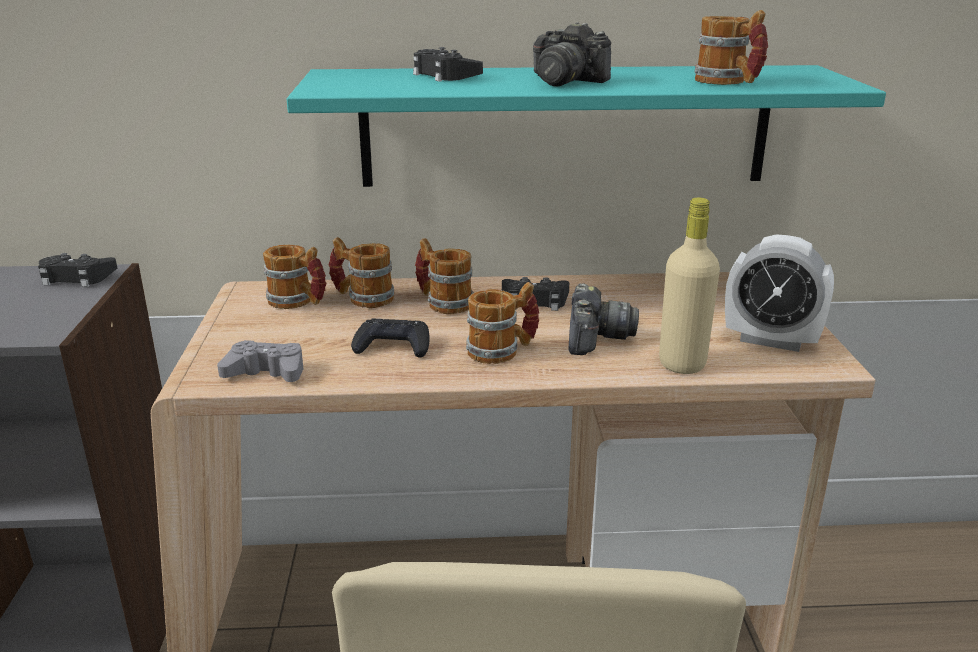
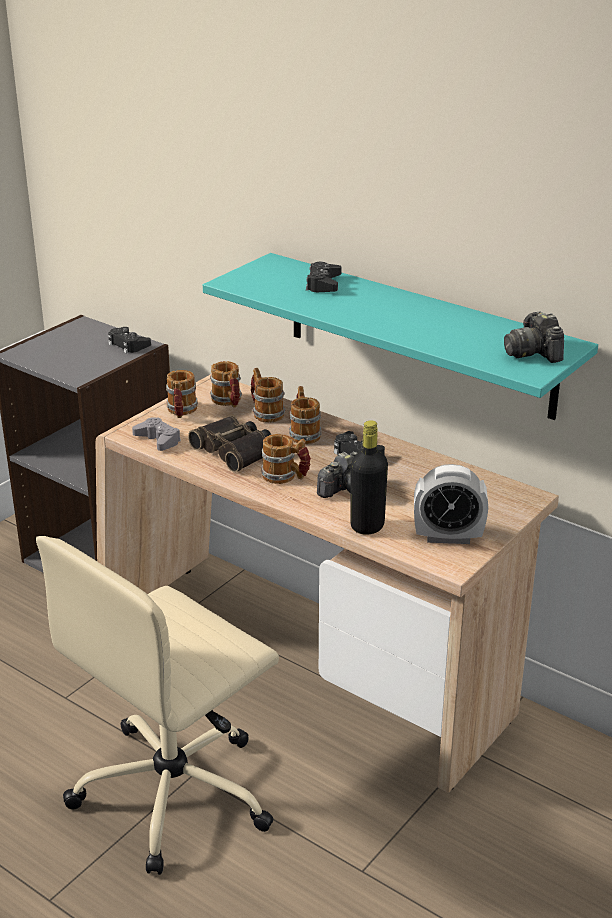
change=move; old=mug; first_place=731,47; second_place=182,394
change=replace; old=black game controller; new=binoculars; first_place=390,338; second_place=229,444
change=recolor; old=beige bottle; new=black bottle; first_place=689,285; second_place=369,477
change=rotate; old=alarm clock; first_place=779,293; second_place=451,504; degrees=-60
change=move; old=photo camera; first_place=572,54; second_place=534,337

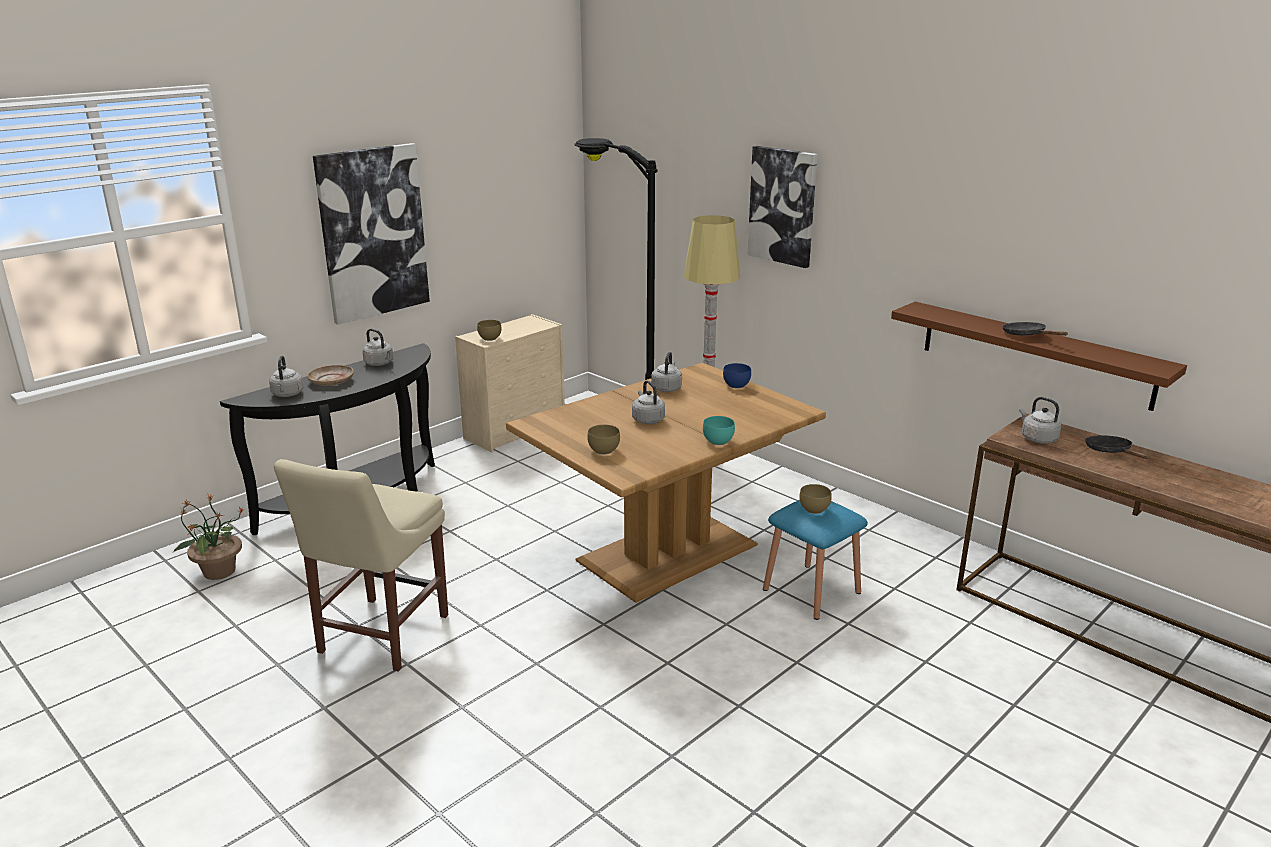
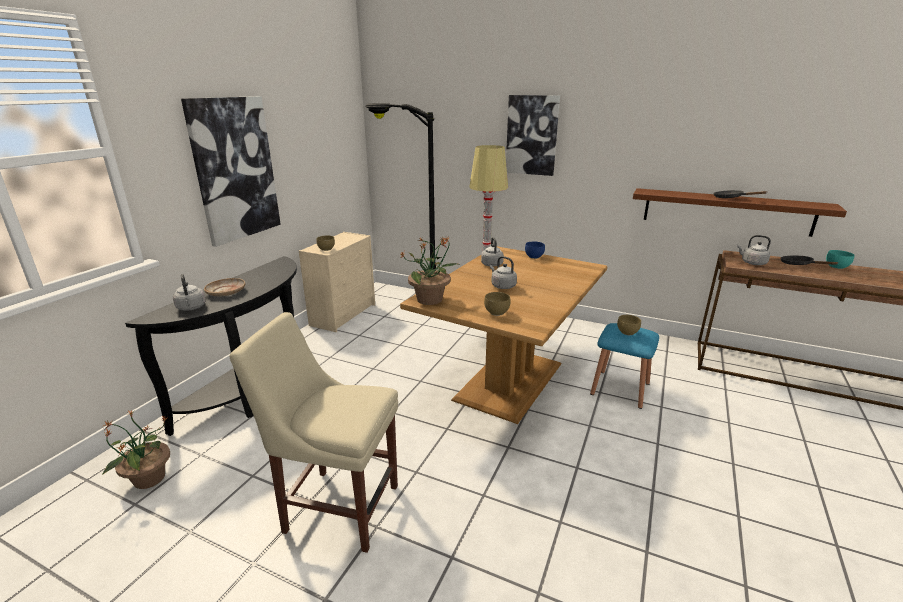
change=rotate; old=beige chair; first_place=361,565; second_place=313,432; degrees=105
change=insert; new=potted plant; second_place=429,271
change=move; old=turquoise bowl; first_place=719,430; second_place=840,259
change=delete; old=grey kettle; first_place=378,347

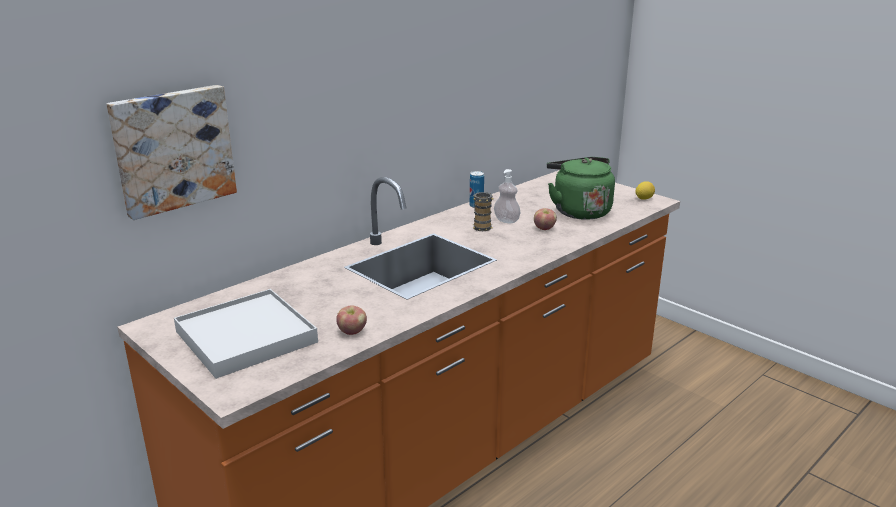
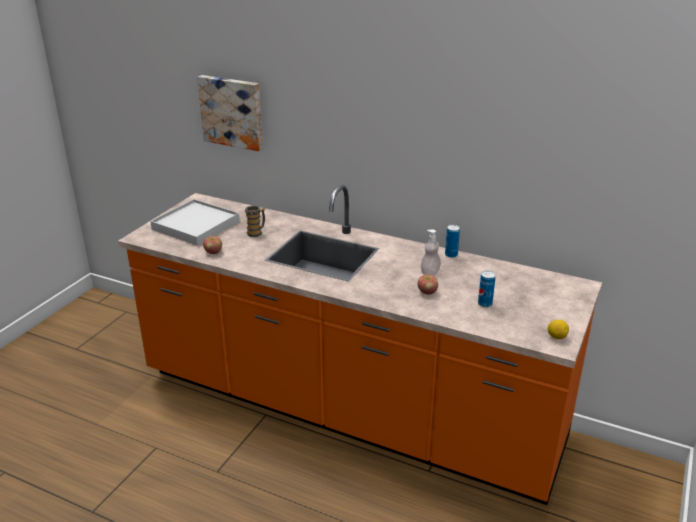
change=move; old=mug; first_place=483,211; second_place=254,221
change=replace; old=green kettle; new=can; first_place=581,188; second_place=487,289

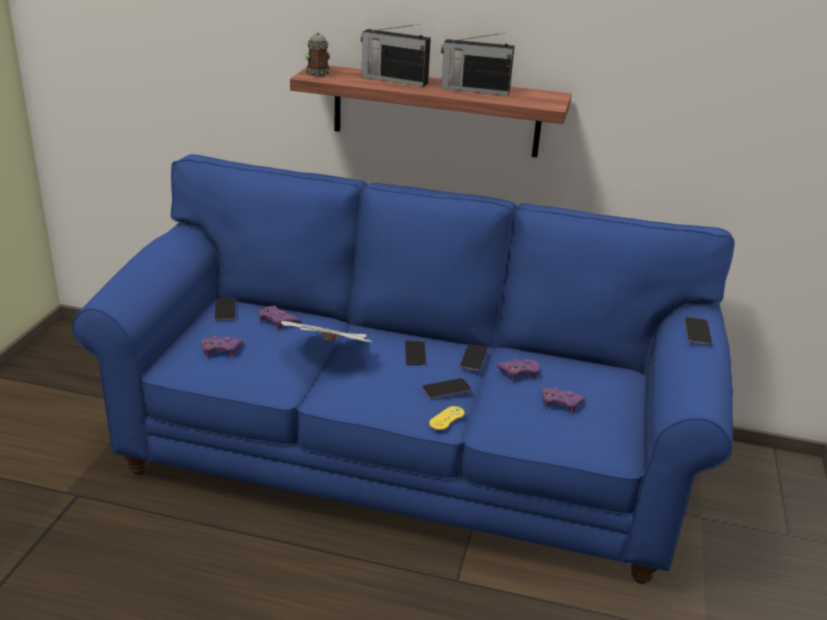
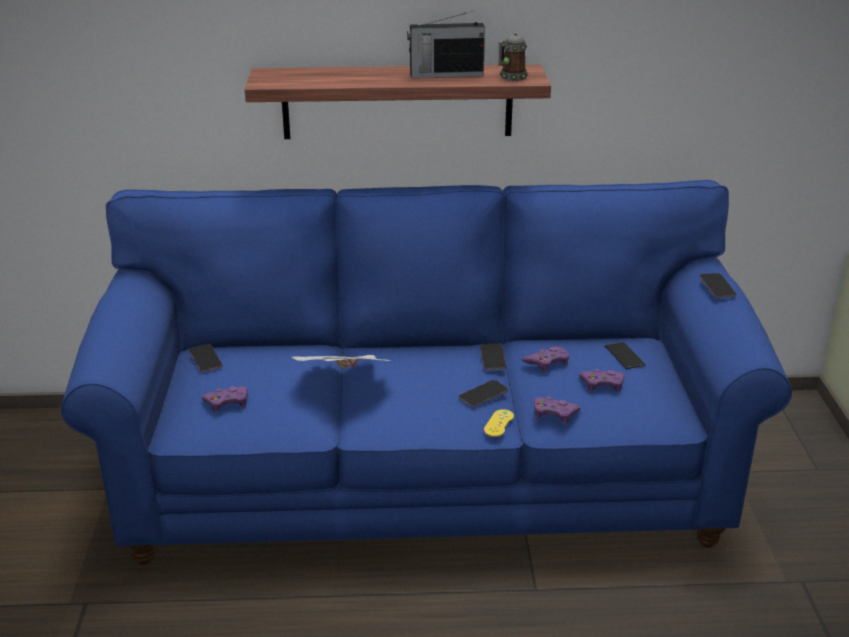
change=move; old=mug; first_place=318,54; second_place=513,57
change=move; old=purple game controller; first_place=280,317; second_place=557,410
change=move; old=phone; first_place=415,352; second_place=625,355
change=delete; old=radio; first_place=396,55

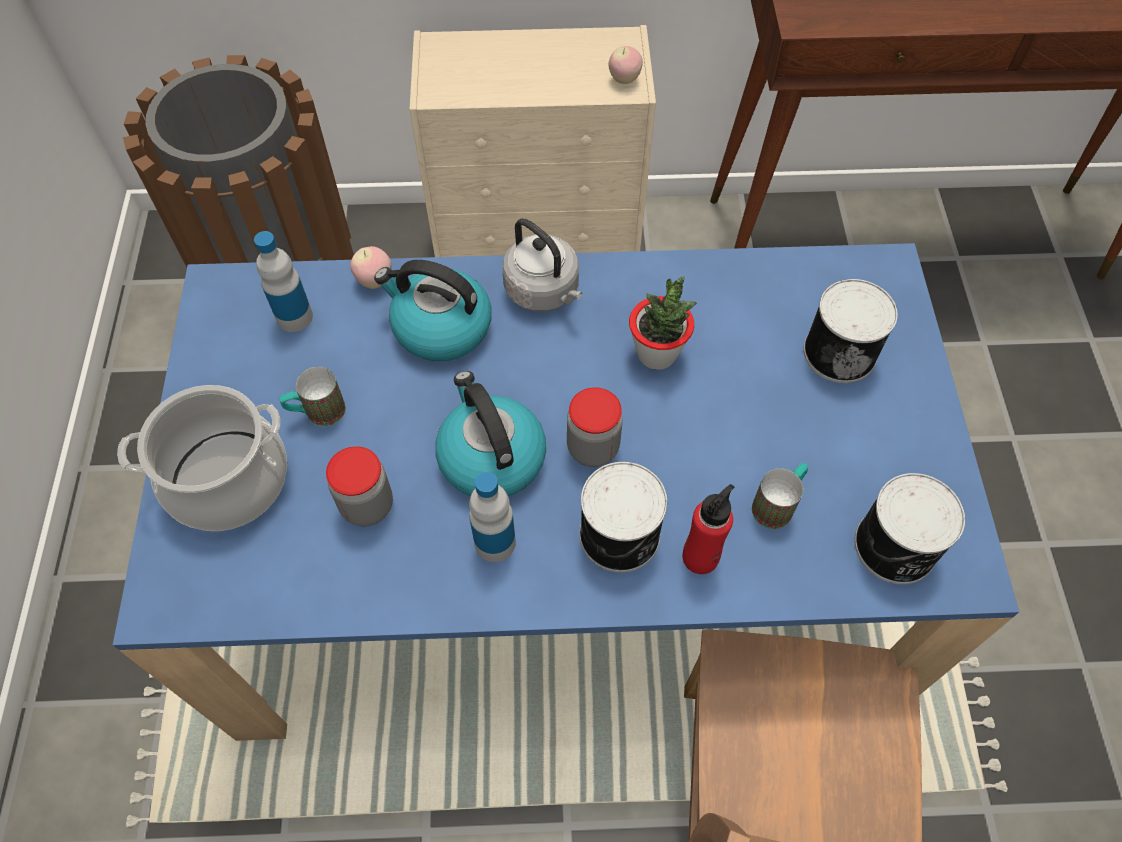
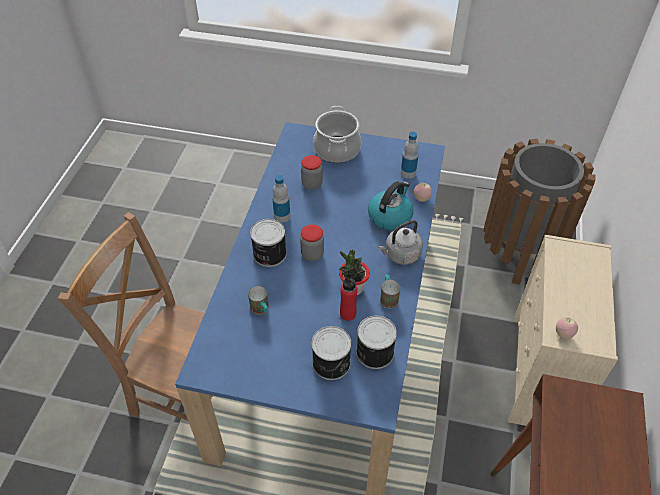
change=move; old=red bottle; first_place=708,529; second_place=349,297
change=move; old=can; first_place=909,528; second_place=376,342
change=move; old=mug; first_place=312,396; second_place=390,292
change=delete; old=kettle; first_place=490,433

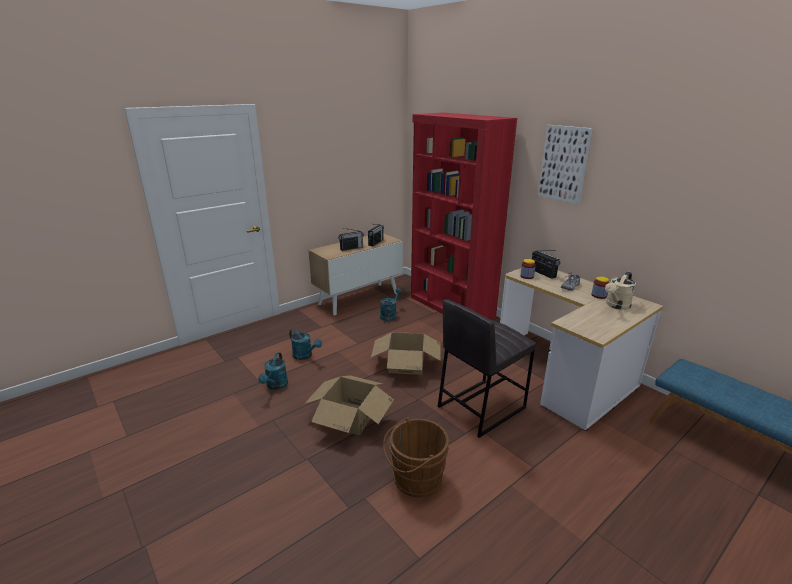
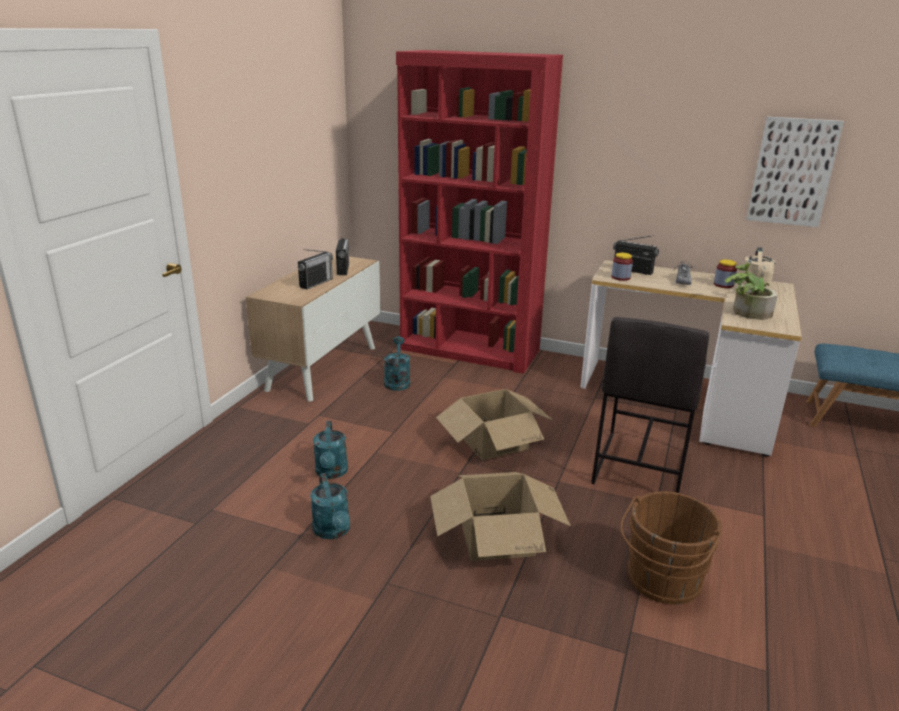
change=rotate; old=turquoise watering can; first_place=305,344; second_place=330,450; degrees=75
change=insert; new=potted plant; second_place=751,291
change=move; old=picture; first_place=565,165; second_place=795,172

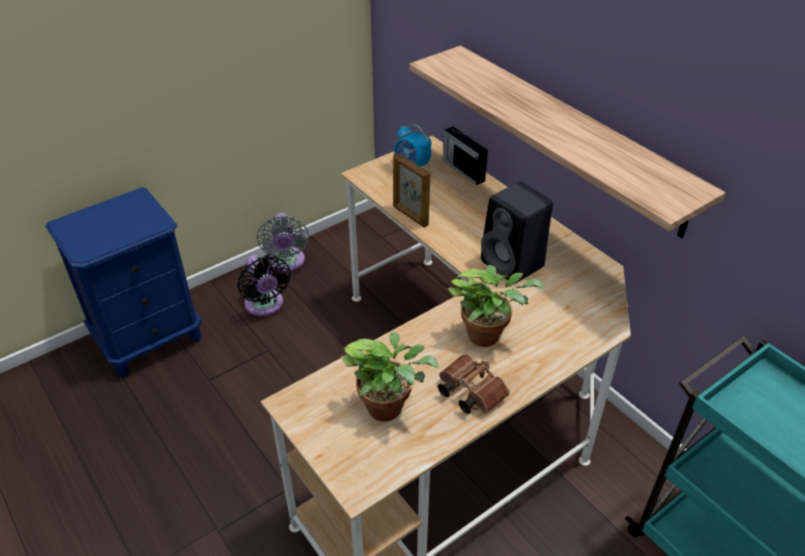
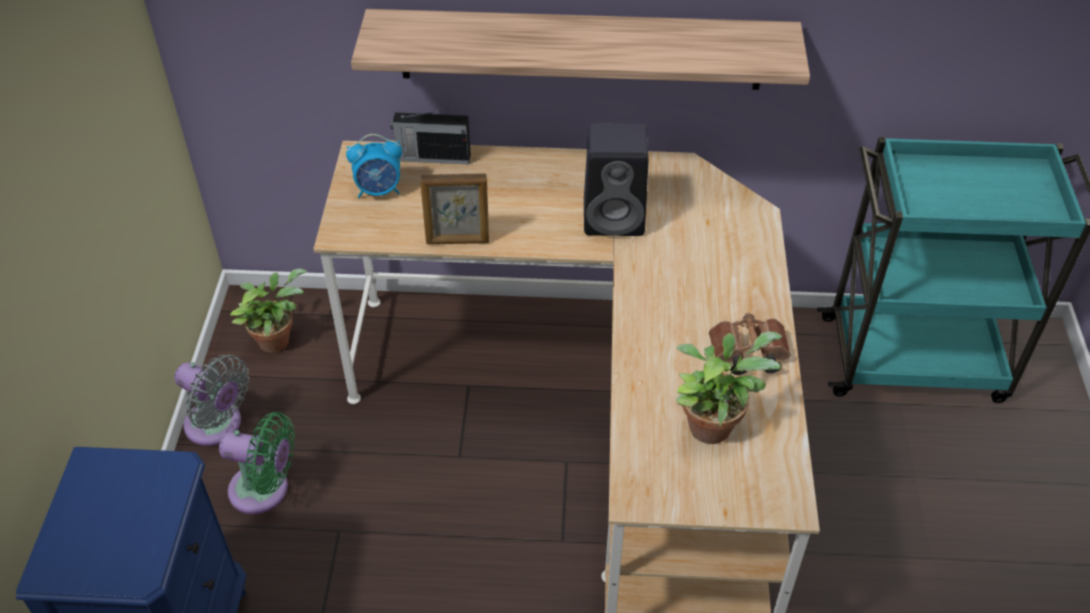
change=recolor; old=black fan; new=green fan; first_place=264,286; second_place=257,463
change=move; old=potted plant; first_place=496,306; second_place=268,310

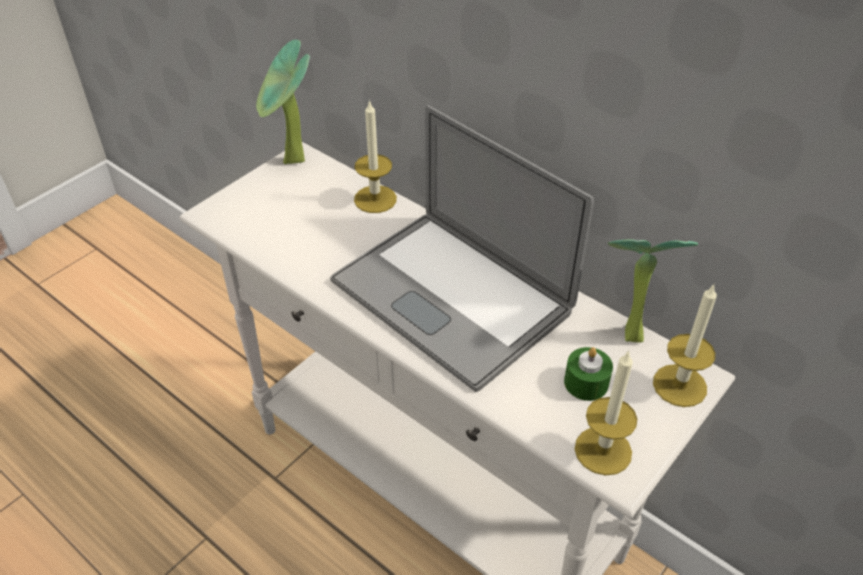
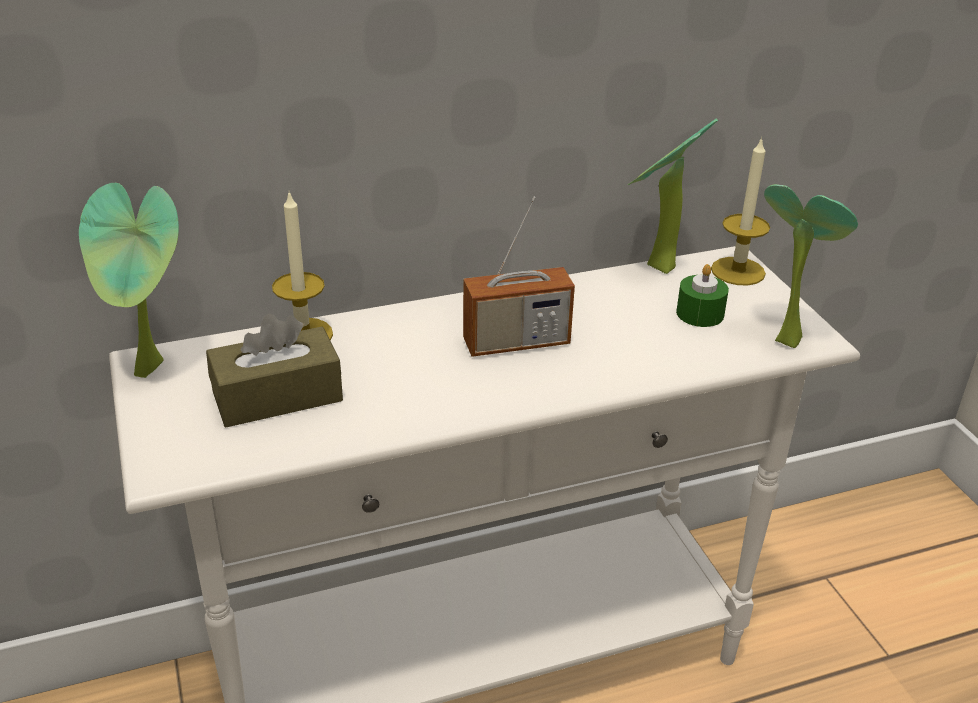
change=insert; new=brown tissue box; second_place=274,370
change=replace; old=laptop; new=radio; first_place=462,248; second_place=519,277
change=replace; old=candle; new=potted plant; first_place=606,412; second_place=811,266

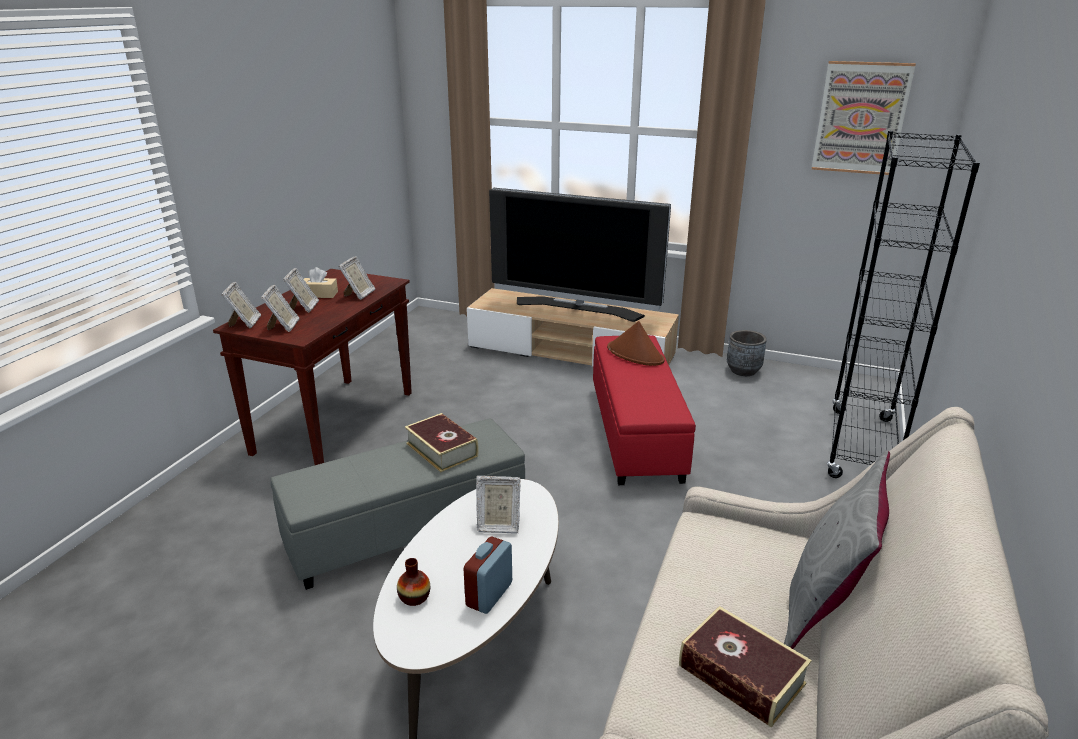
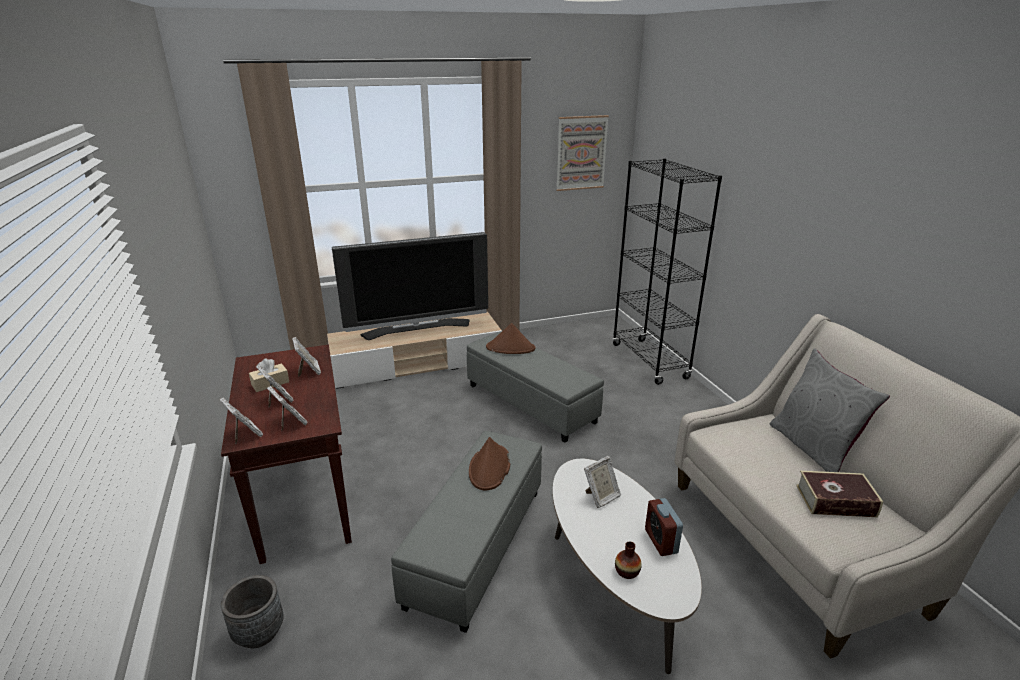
change=move; old=grey planter; first_place=747,353; second_place=252,611
change=recolor; old=red ottoman; new=grey ottoman; first_place=644,410; second_place=535,386
change=replace; old=book; new=brown hat; first_place=442,443; second_place=489,463

